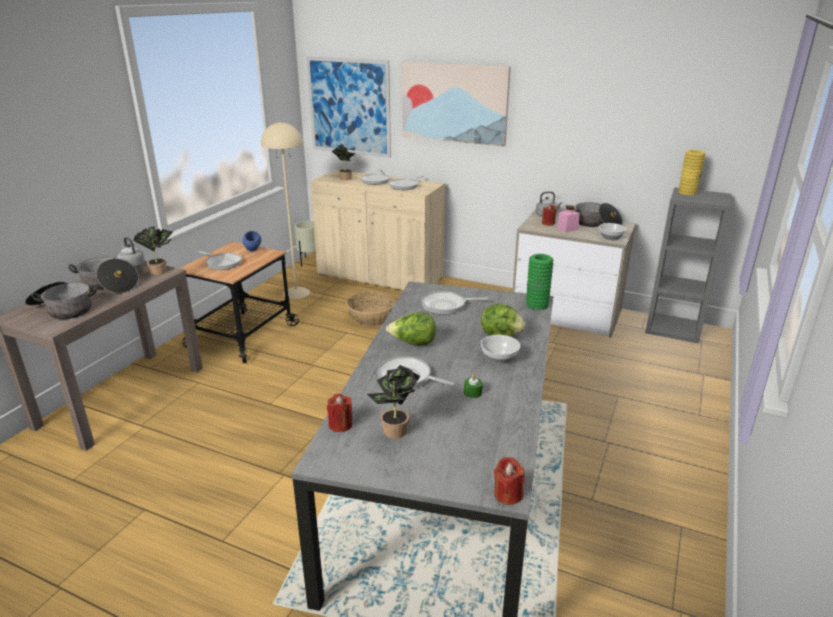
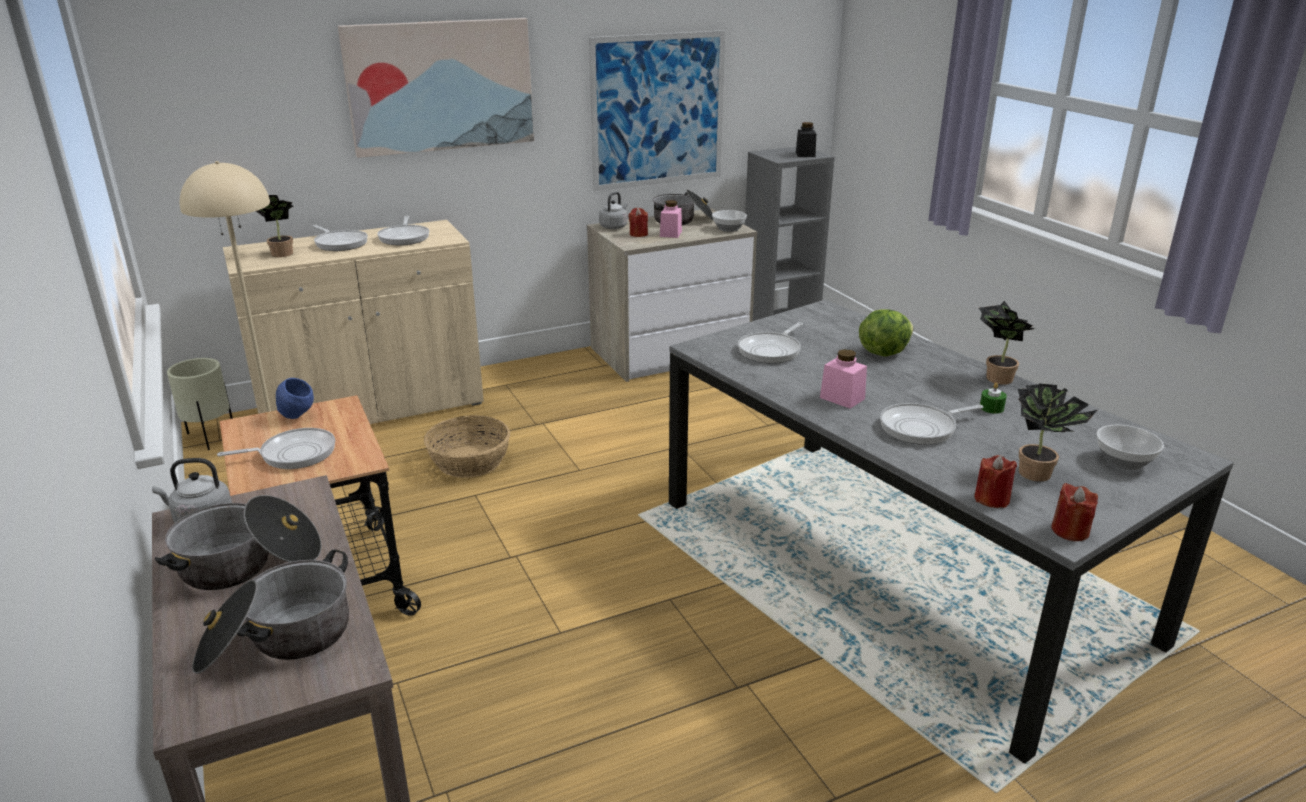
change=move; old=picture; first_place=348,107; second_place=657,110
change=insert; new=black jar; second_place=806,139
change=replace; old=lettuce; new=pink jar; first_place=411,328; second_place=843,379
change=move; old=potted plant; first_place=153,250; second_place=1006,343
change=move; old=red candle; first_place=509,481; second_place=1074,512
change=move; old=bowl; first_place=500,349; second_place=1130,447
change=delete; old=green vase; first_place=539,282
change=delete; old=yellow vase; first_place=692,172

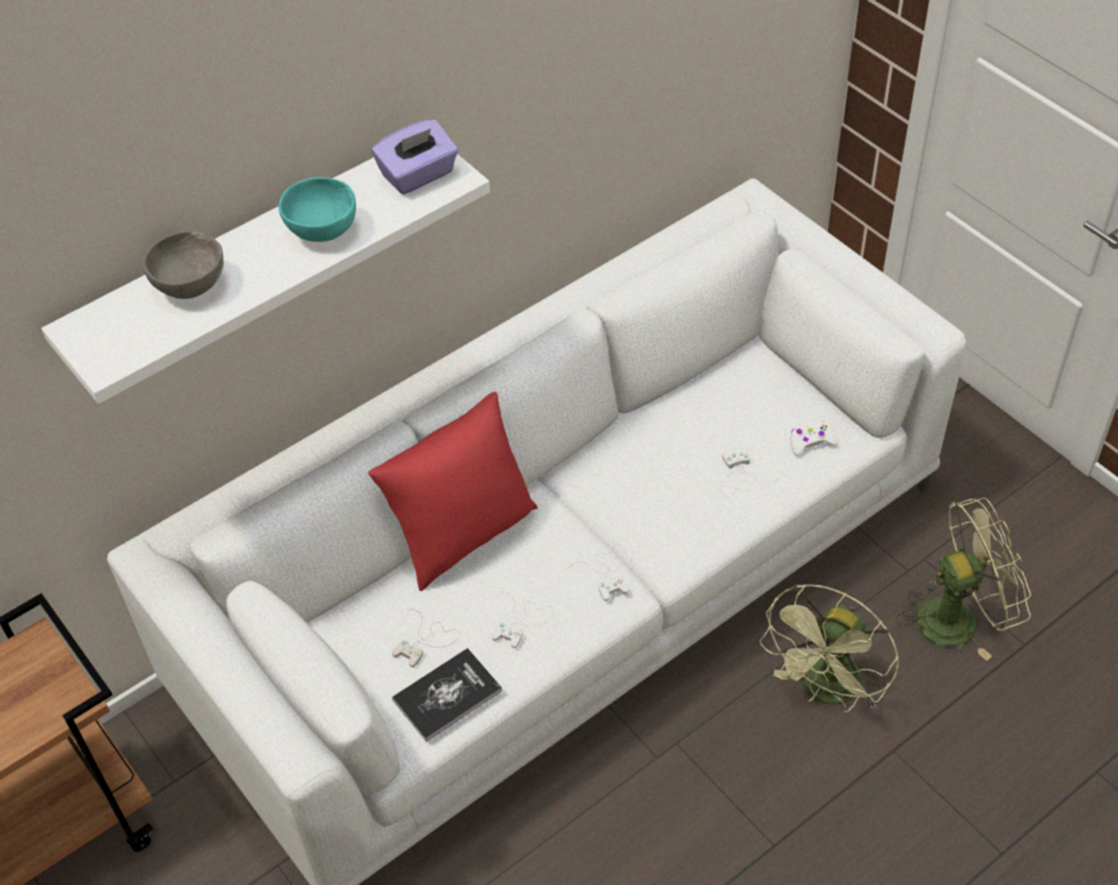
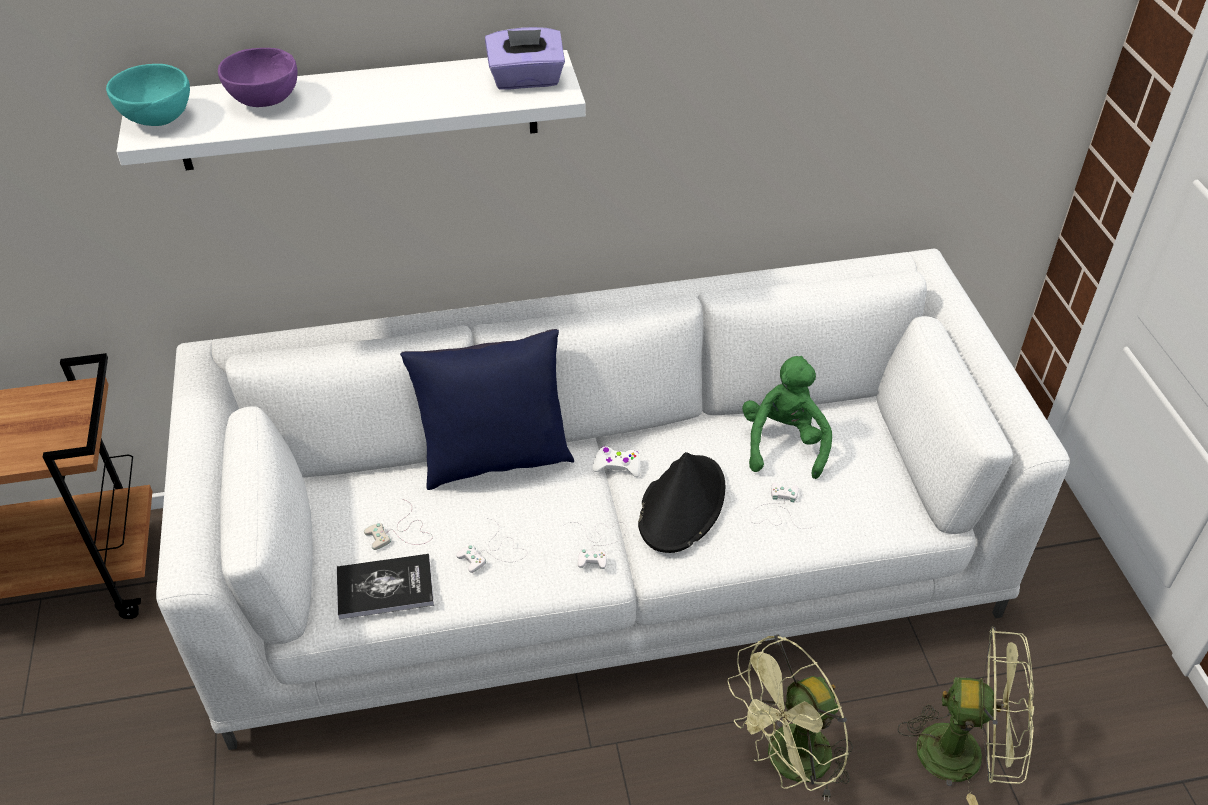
change=move; old=turquoise bowl; first_place=317,209; second_place=148,95
change=recolor; old=grey bowl; new=purple bowl; first_place=183,265; second_place=258,77
change=recolor; old=red pillow; new=blue pillow; first_place=453,491; second_place=487,409
change=move; old=white game controller; first_place=814,438; second_place=617,461
change=insert; new=black hat; second_place=681,502
change=insert; new=green plush toy; second_place=787,417

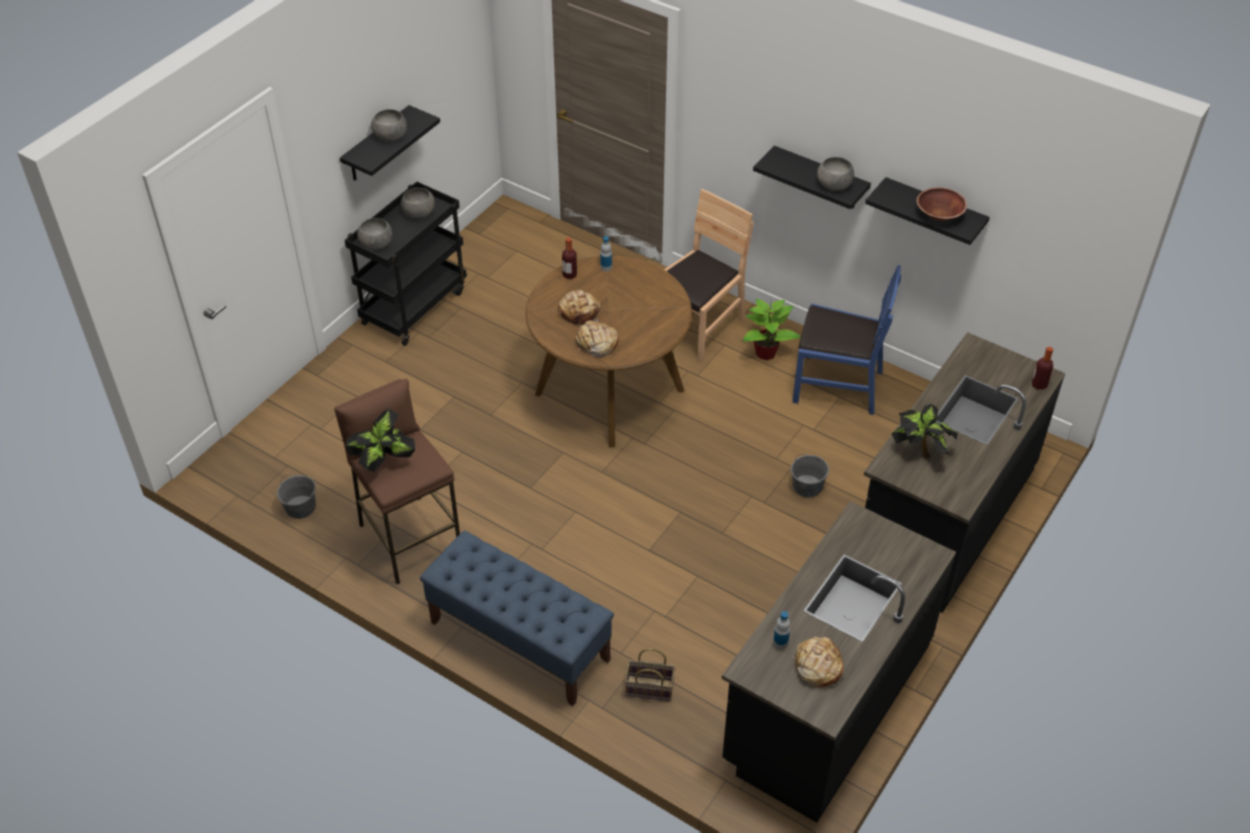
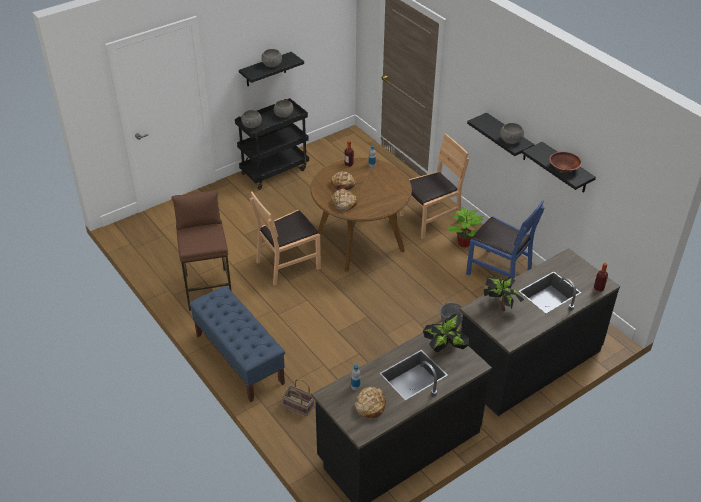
change=insert; new=brown chair; second_place=285,238
change=move; old=potted plant; first_place=380,440; second_place=446,333
change=delete; old=grey bucket; first_place=296,497

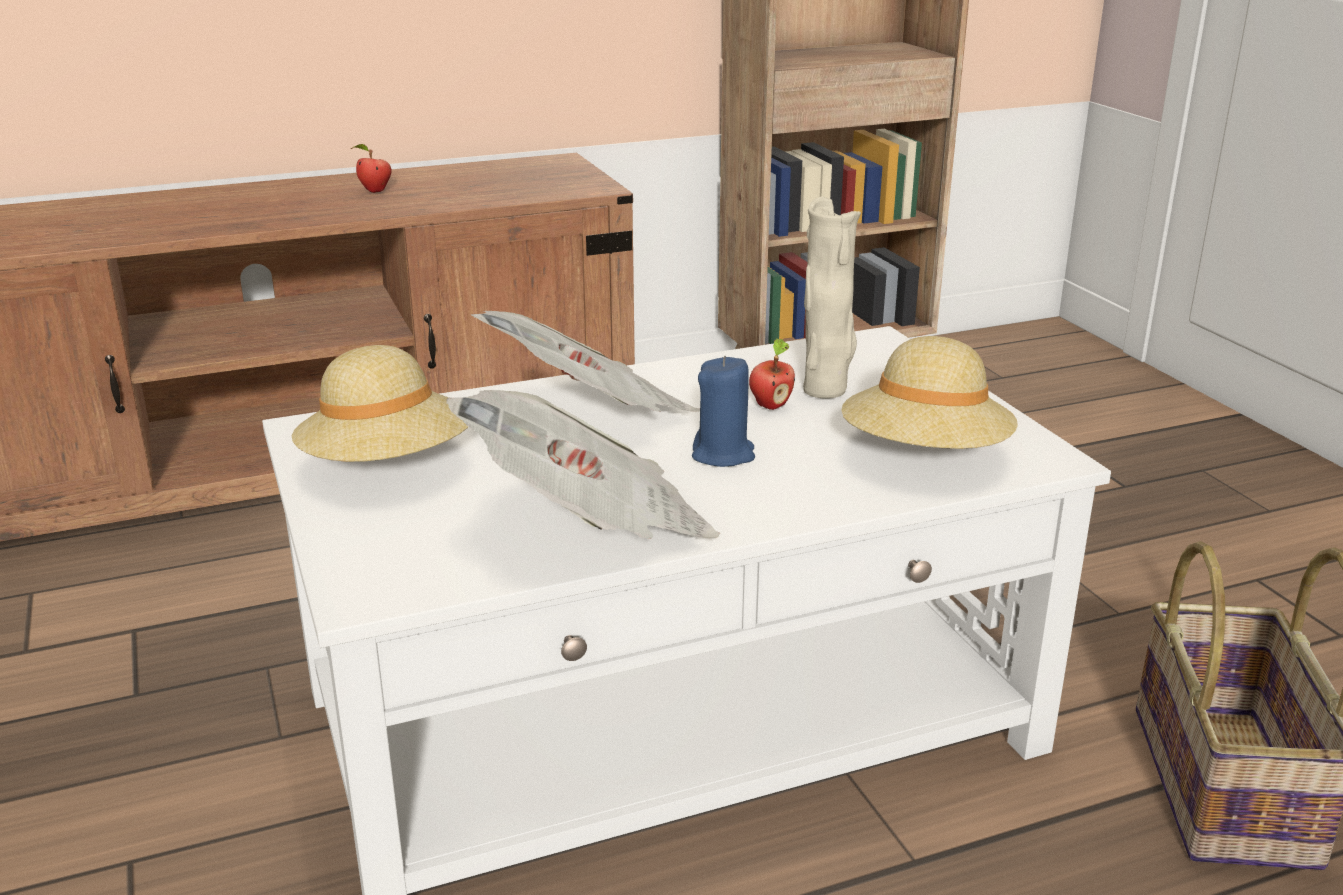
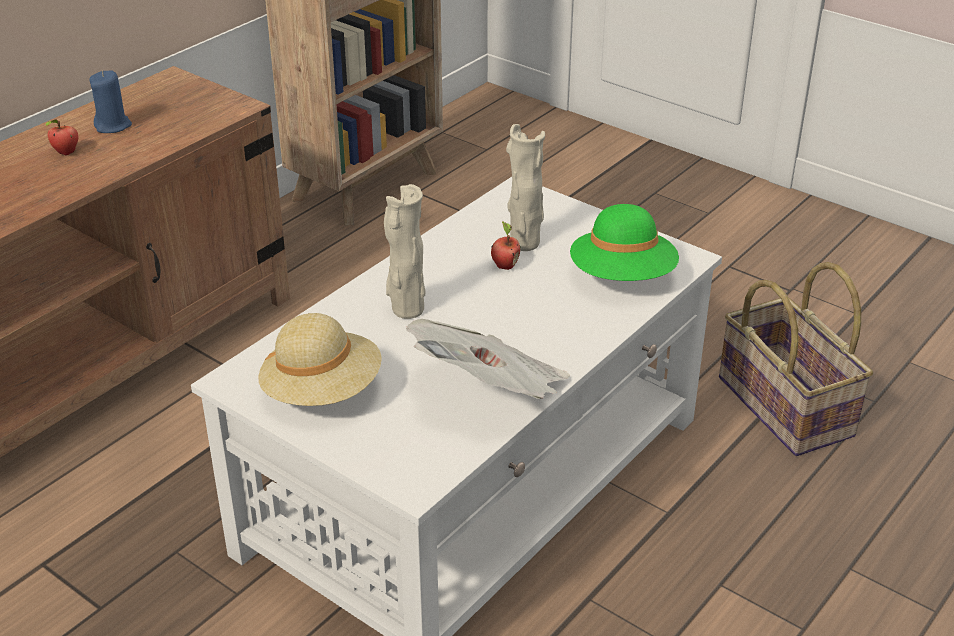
change=move; old=blue candle; first_place=723,411; second_place=110,101
change=replace; old=newspaper; new=beige vase; first_place=585,361; second_place=404,251
change=recolor; old=beige hat; new=green hat; first_place=929,392; second_place=624,242

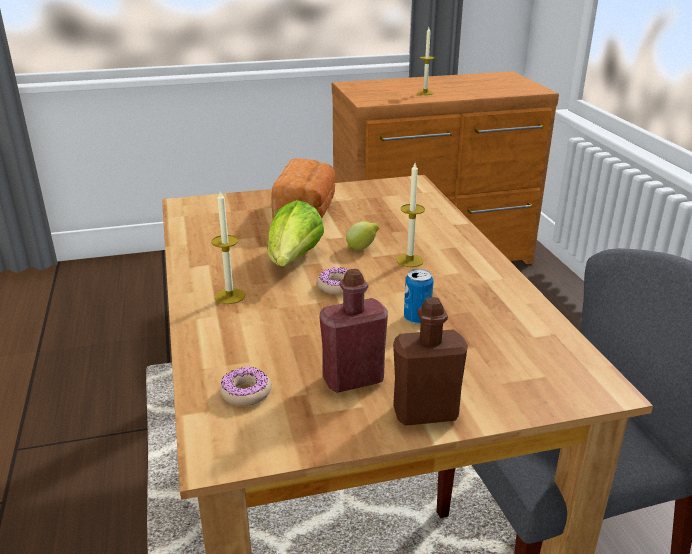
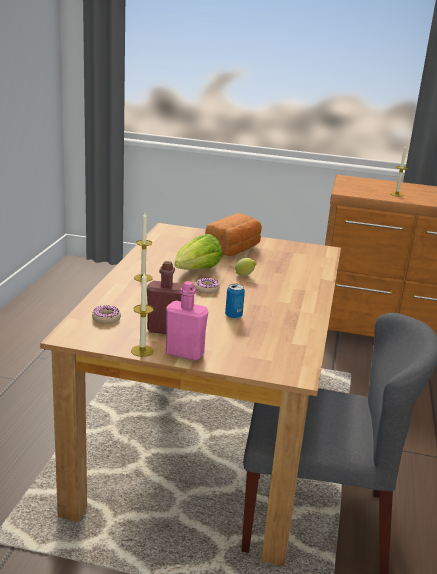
change=move; old=candle; first_place=410,215; second_place=142,314
change=recolor; old=brown bottle; new=pink bottle; first_place=430,361; second_place=187,321

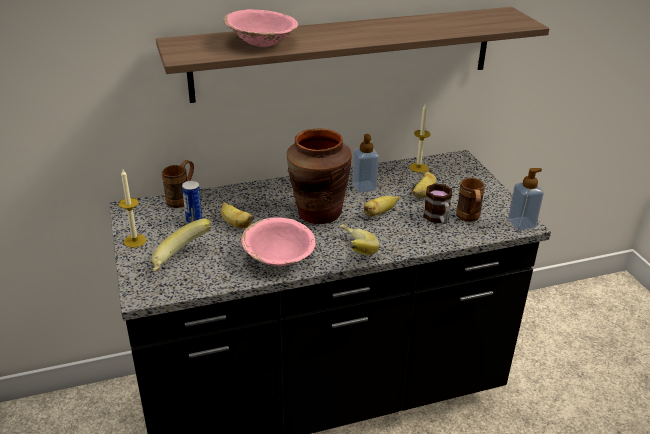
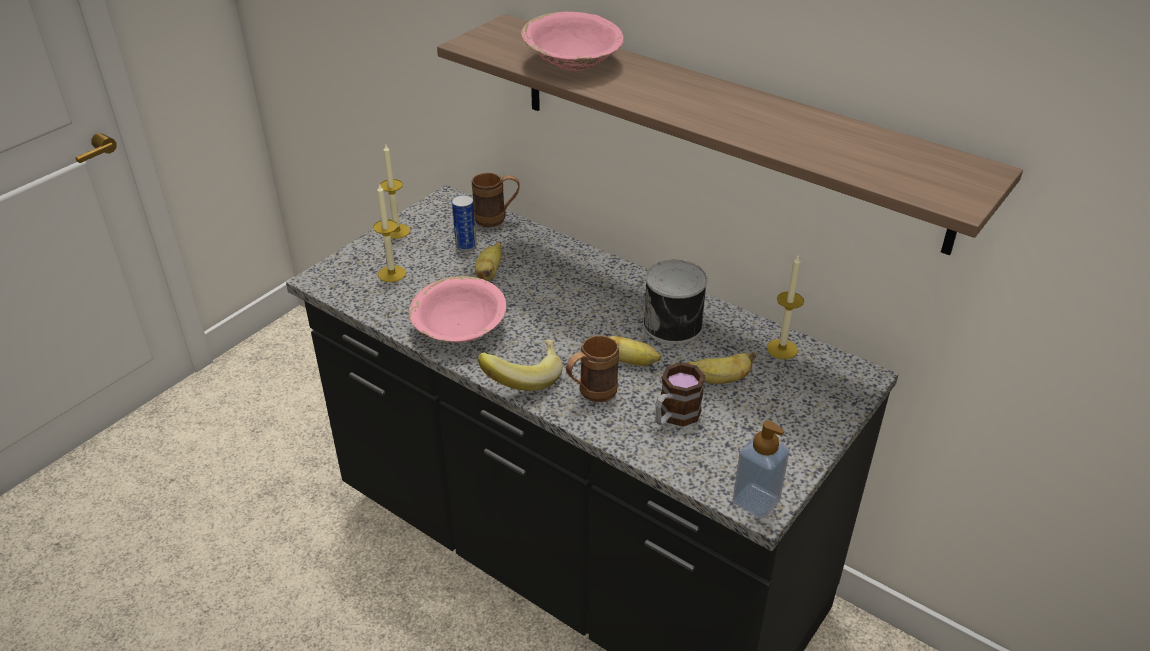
change=replace; old=banana; new=candle; first_place=181,245; second_place=389,232
change=move; old=brown mug; first_place=470,200; second_place=592,369
change=replace; old=soap dispenser; new=can; first_place=365,163; second_place=675,302
change=delete; old=brown vase; first_place=319,176

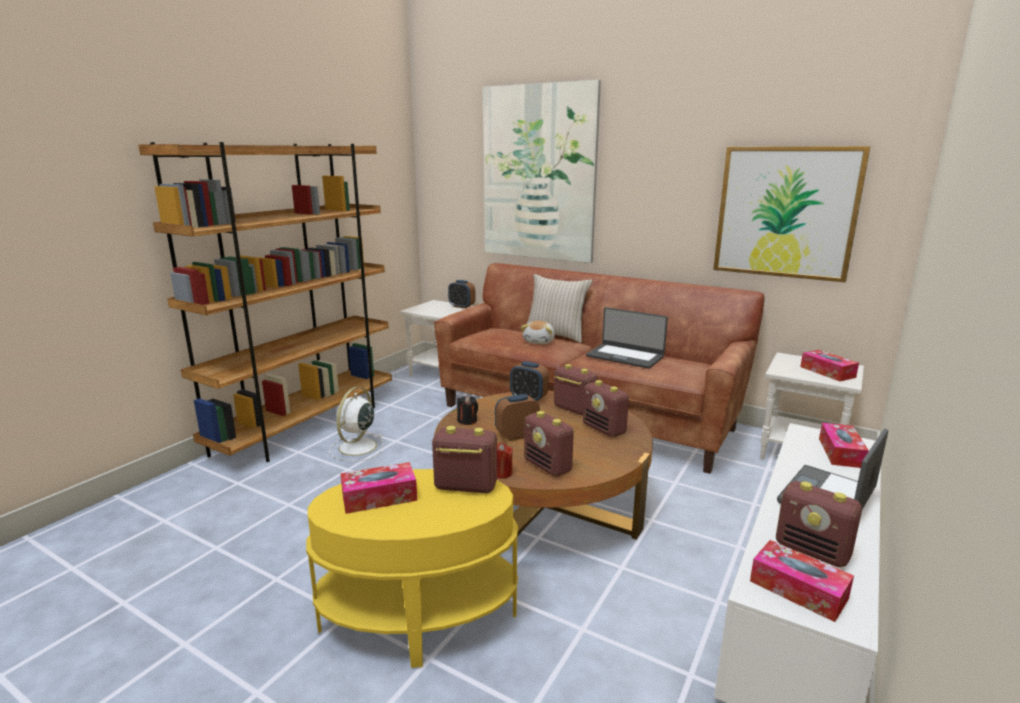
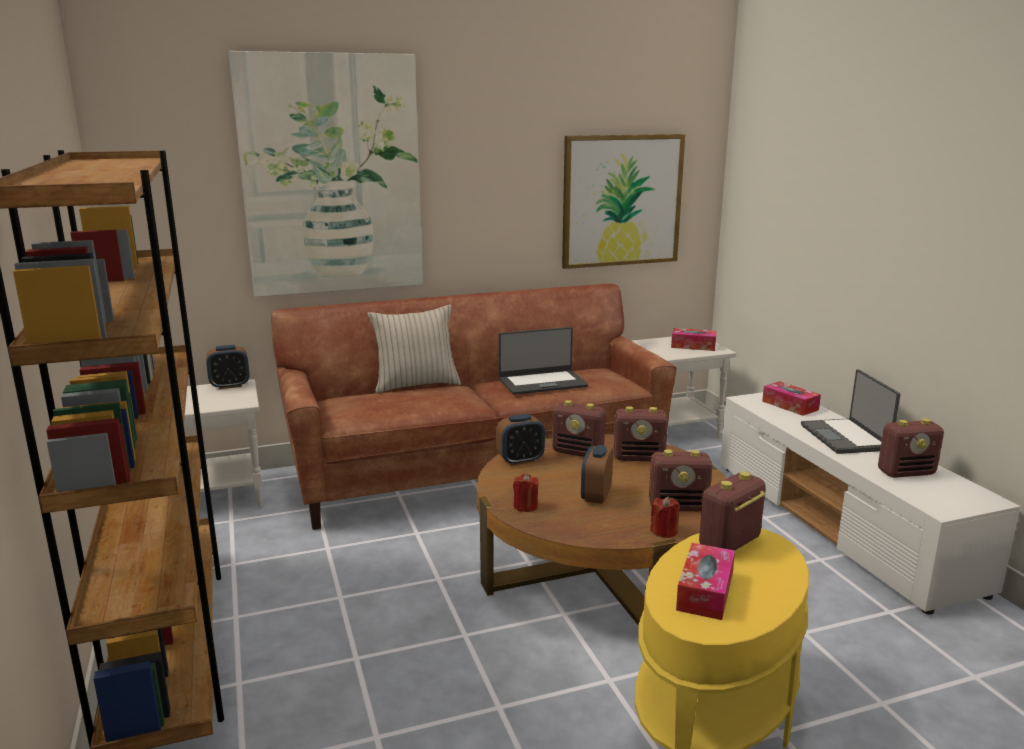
change=recolor; old=black candle; new=red candle; first_place=467,410; second_place=526,492
change=rotate; old=radio; first_place=576,390; second_place=578,428; degrees=-150
change=delete; old=white fan; first_place=356,424
change=delete; old=plush toy; first_place=538,332
change=delete; old=tissue box; first_place=802,581

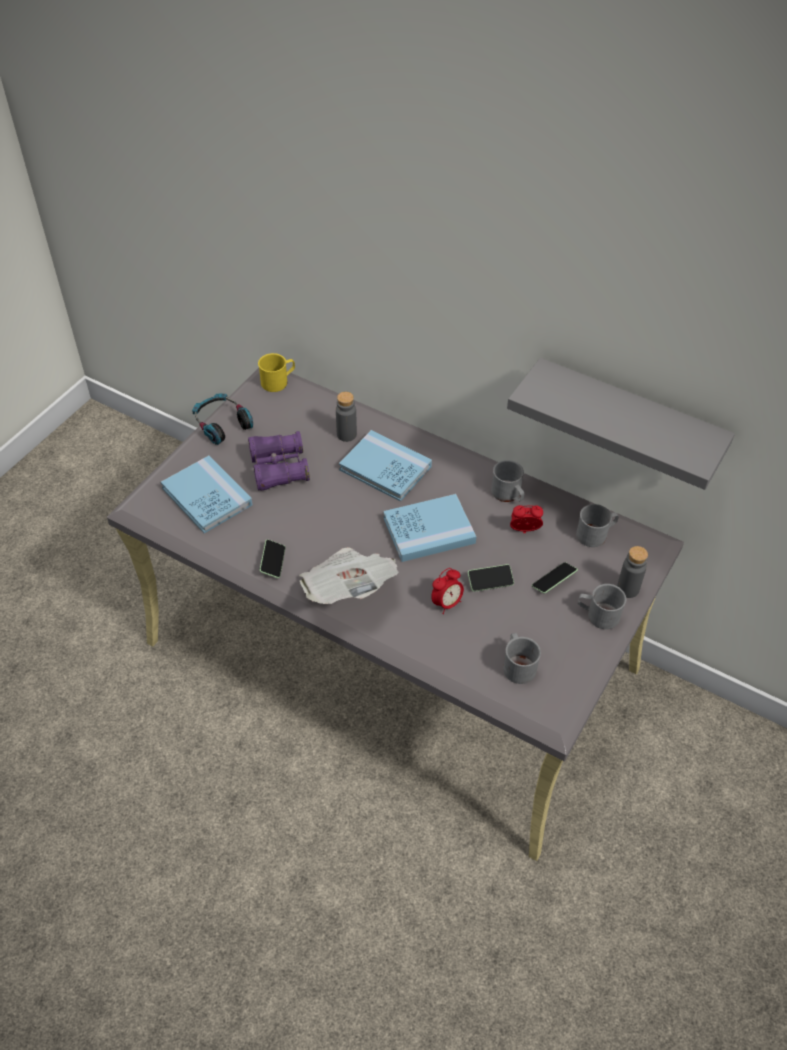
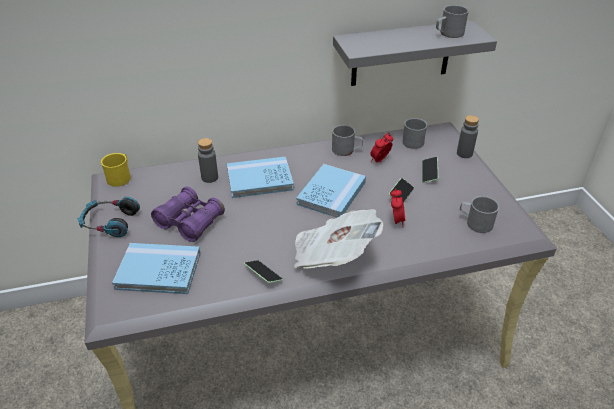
change=move; old=grey mug; first_place=602,606; second_place=452,21

